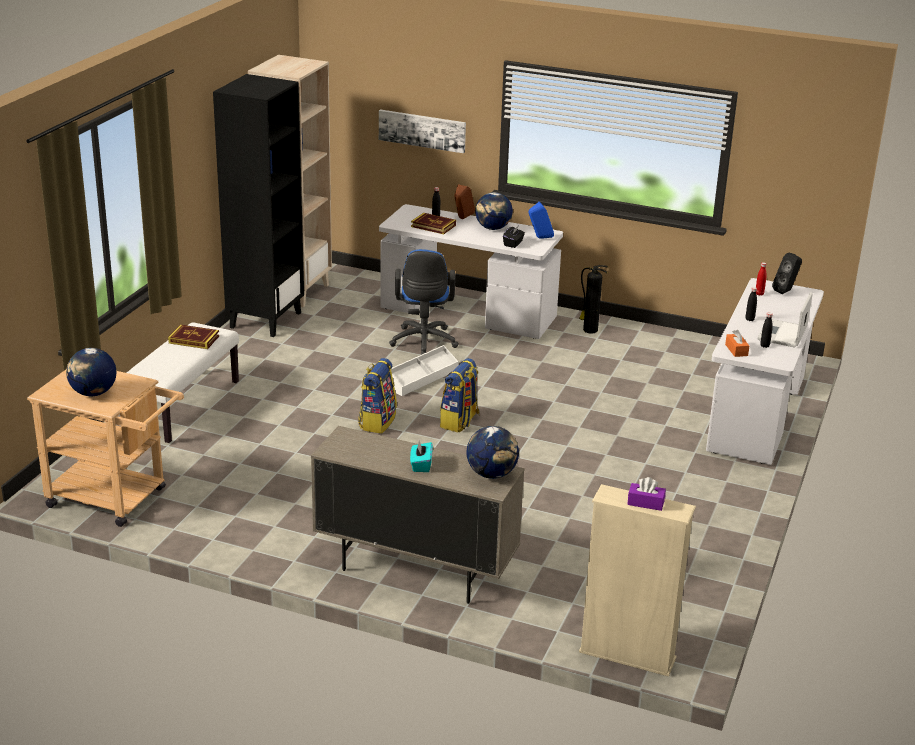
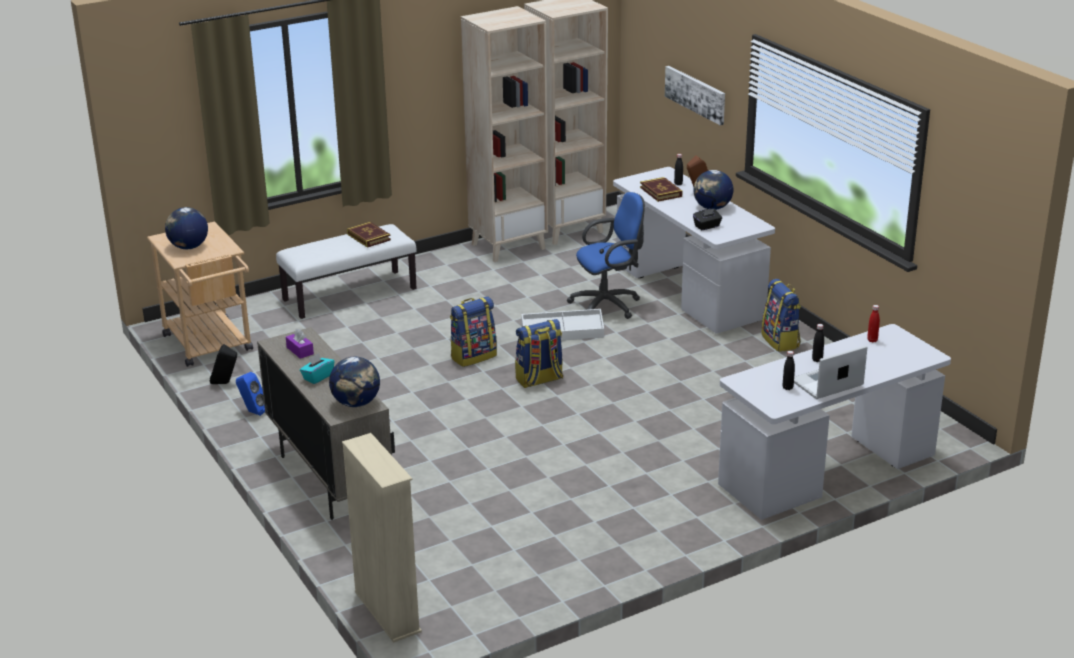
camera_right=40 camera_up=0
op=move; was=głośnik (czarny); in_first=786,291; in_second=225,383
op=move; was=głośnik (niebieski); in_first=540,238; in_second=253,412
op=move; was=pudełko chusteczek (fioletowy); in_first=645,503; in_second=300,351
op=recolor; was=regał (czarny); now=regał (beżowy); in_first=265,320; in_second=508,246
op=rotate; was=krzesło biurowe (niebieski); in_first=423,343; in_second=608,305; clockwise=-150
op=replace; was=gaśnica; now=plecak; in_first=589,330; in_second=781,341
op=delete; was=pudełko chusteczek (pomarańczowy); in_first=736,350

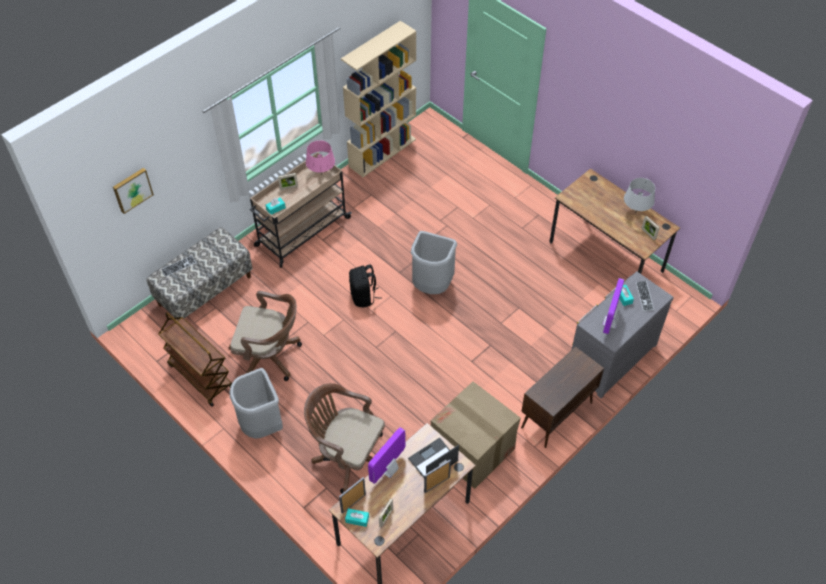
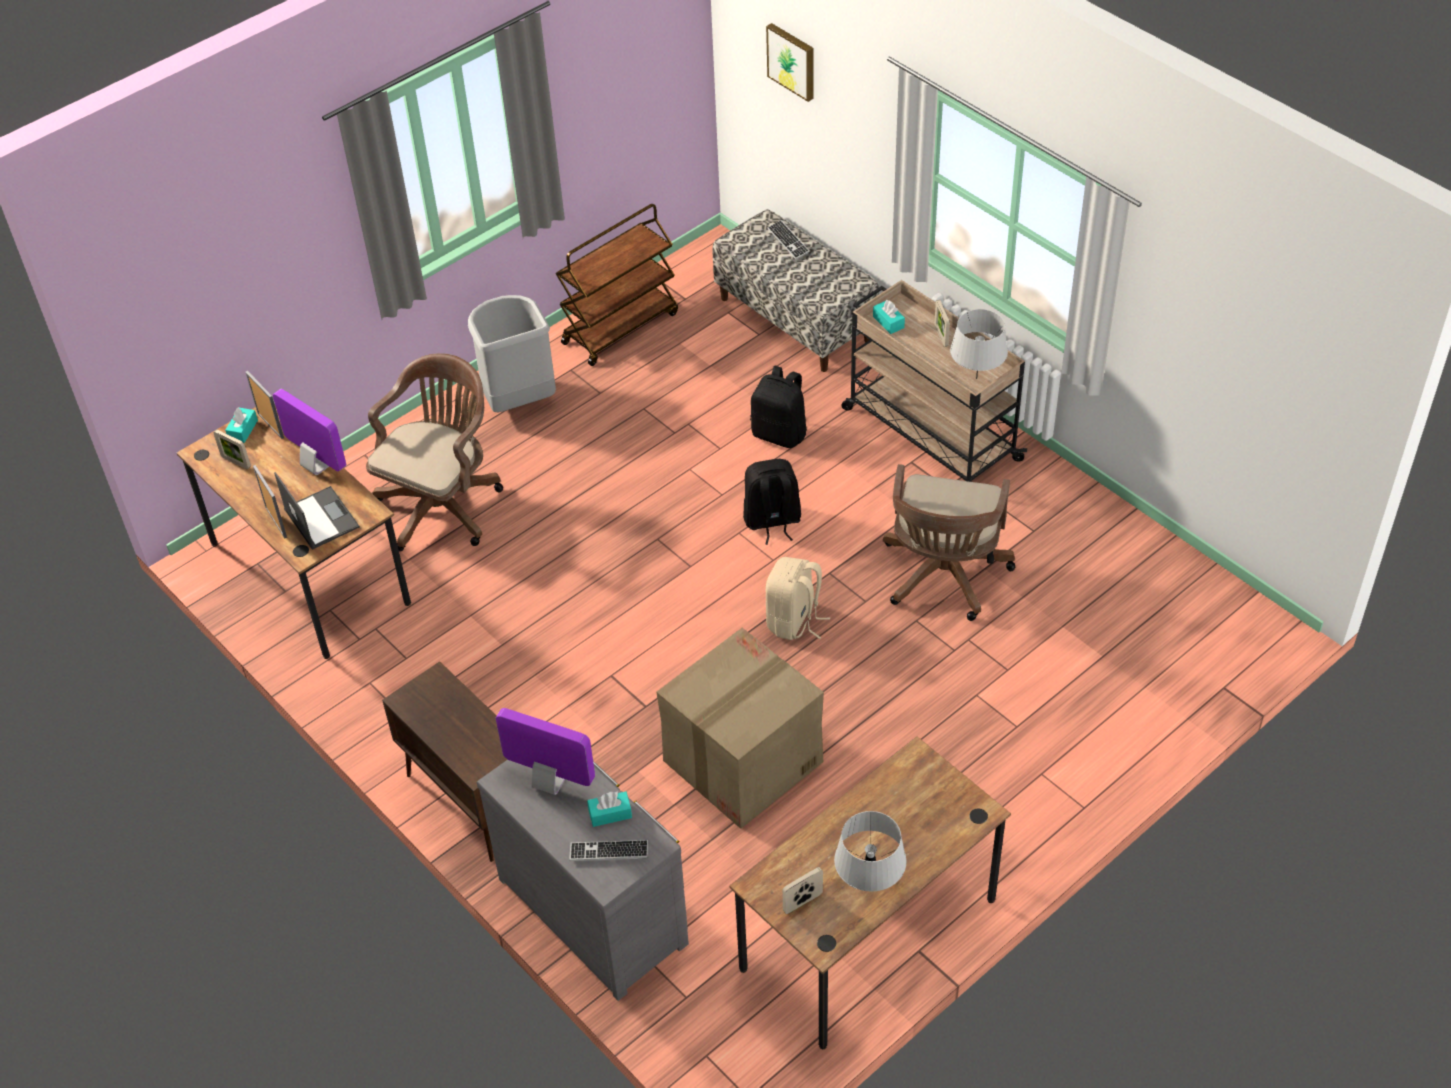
camera_right=95 camera_up=-5
op=move; was=karton; in_first=472,450; in_second=742,762
op=insert; now=plecak (czarny); in_second=780,433
op=replace; was=kosz na śmieci (szary); now=plecak (beżowy); in_first=431,286; in_second=794,621
op=move; was=krzesło biurowe (brązowy); in_first=270,357; in_second=943,577
op=recolor; was=lampa stołowa (różowy); now=lampa stołowa (szary); in_first=321,175; in_second=976,378
op=delete; was=regał (beżowy); in_first=382,152

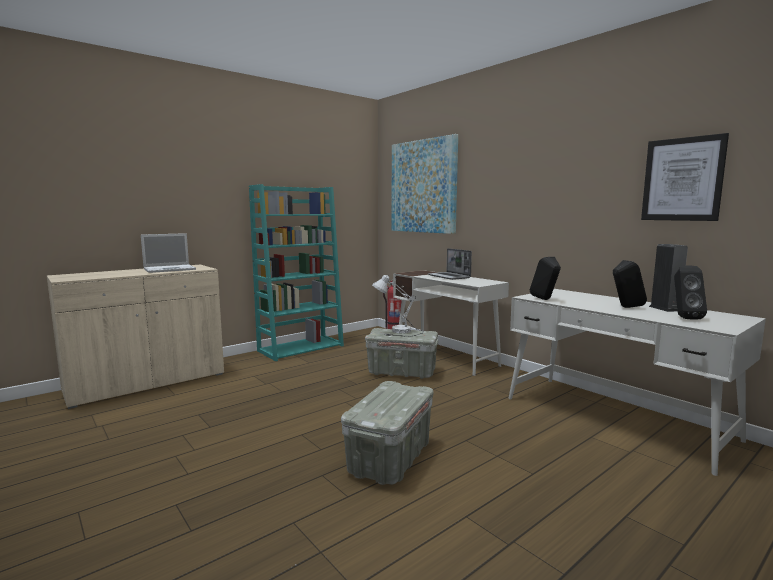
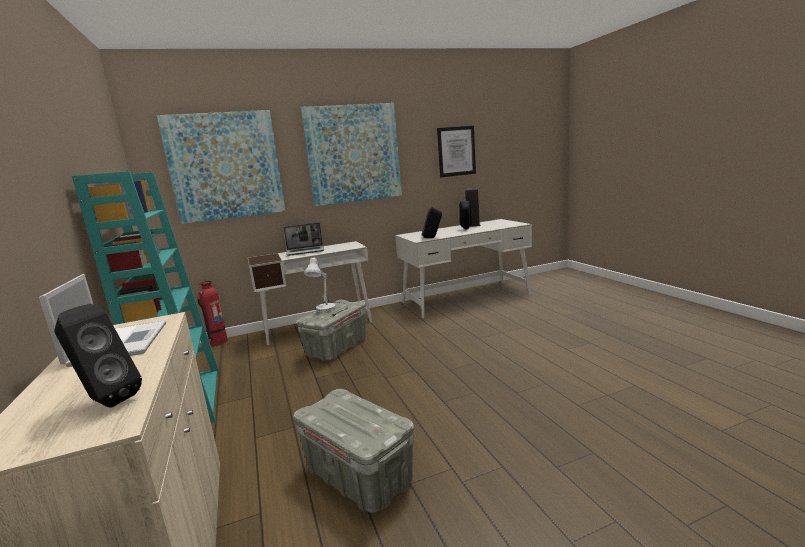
camera_right=-70 camera_up=5
op=move; was=głośnik (czarny); in_first=684,318; in_second=105,401
op=move; was=pojemnik do przechowywania (szary); in_first=390,458; in_second=357,476
op=insert; now=obraz; in_second=353,154

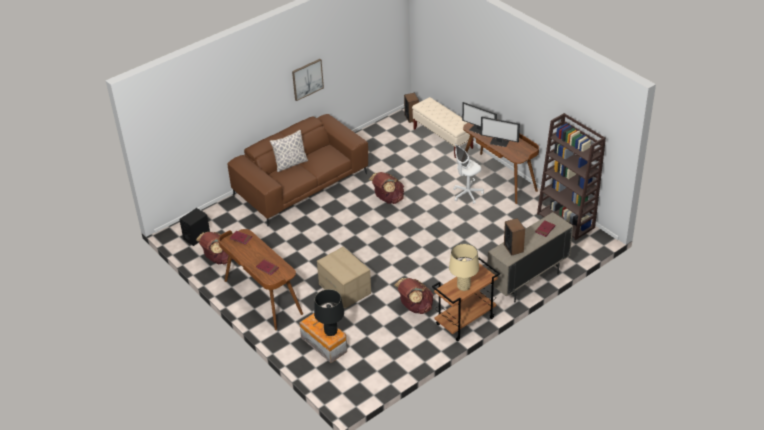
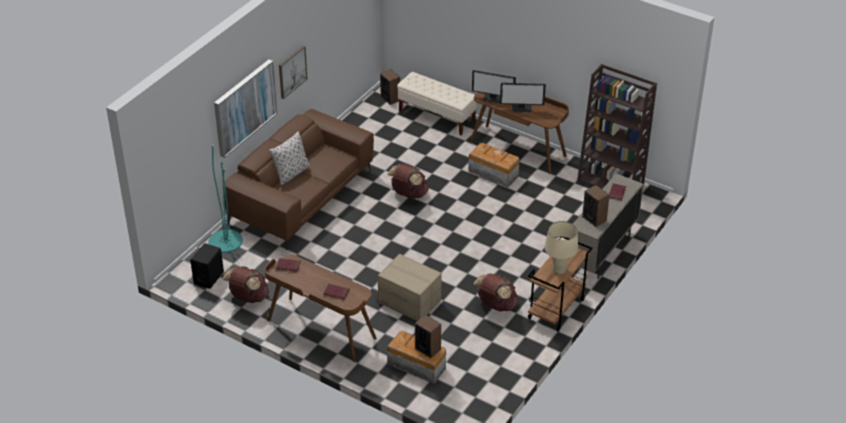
camera_right=-20 camera_up=0
op=insert; now=lampa stojąca (turkusowy); in_second=225,241
op=insert; now=obraz; in_second=244,107
op=replace; was=lampa stołowa (czarny); now=głośnik; in_first=331,331; in_second=428,349
op=replace; was=krzesło biurowe (biały); now=pojemnik do przechowywania; in_first=467,194; in_second=493,173

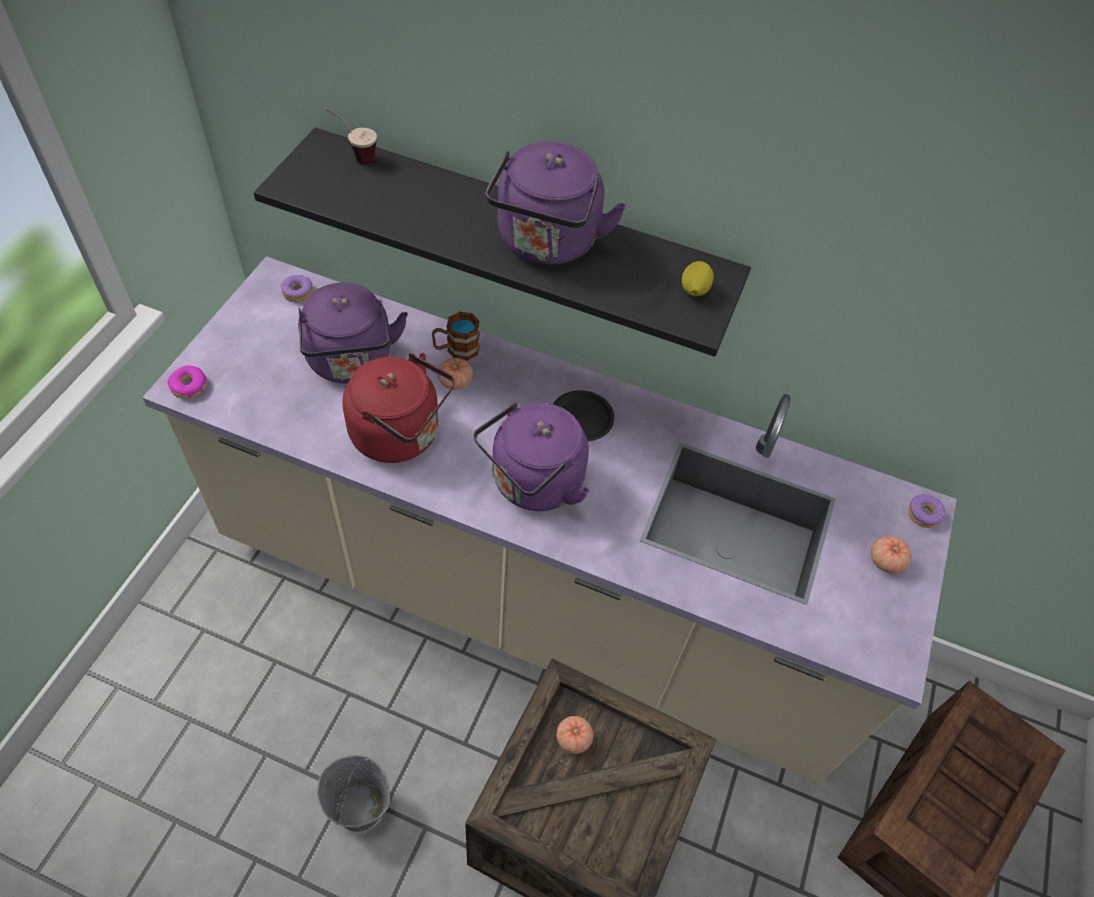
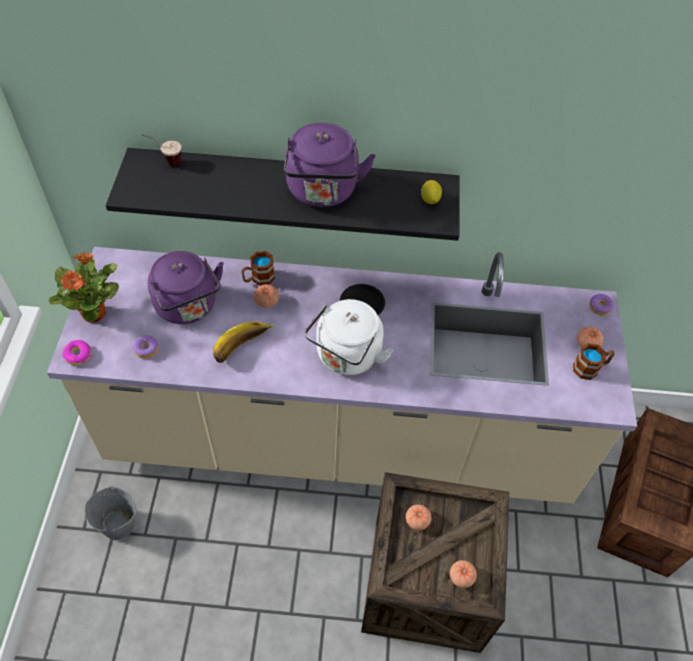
camera_right=-15 camera_up=0
op=insert; now=roślina doniczkowa; in_second=94,313
op=move; was=wiadro (szary); in_first=360,807; in_second=119,524
op=move; was=donut; in_first=297,292; in_second=146,349
op=replace; was=czajnik (czerwony); now=banan; in_first=401,435; in_second=244,348
op=recolor; was=czajnik (fioletowy); now=czajnik (biały); in_first=533,484; in_second=347,357
op=insert; now=pomidor; in_second=461,577
op=insert; now=kubek; in_second=590,368

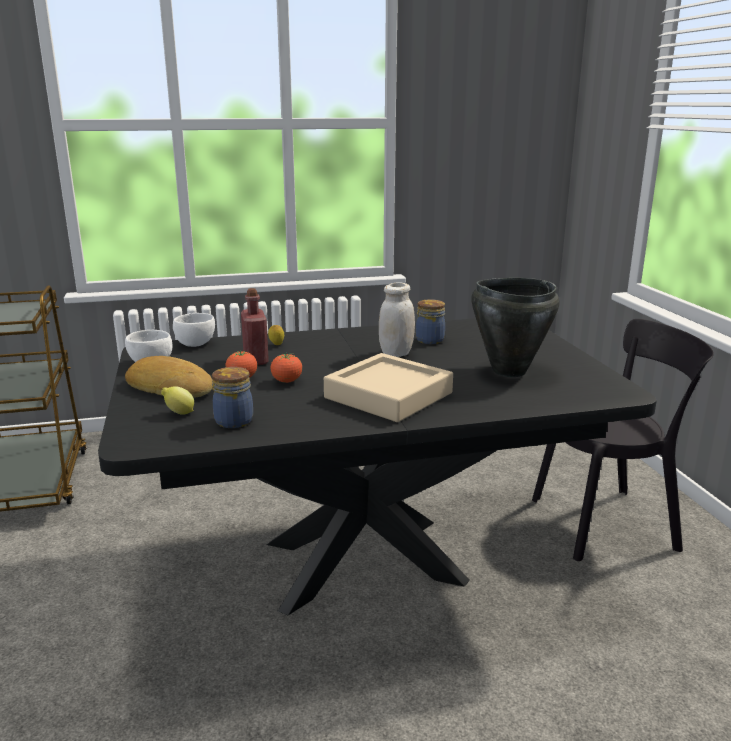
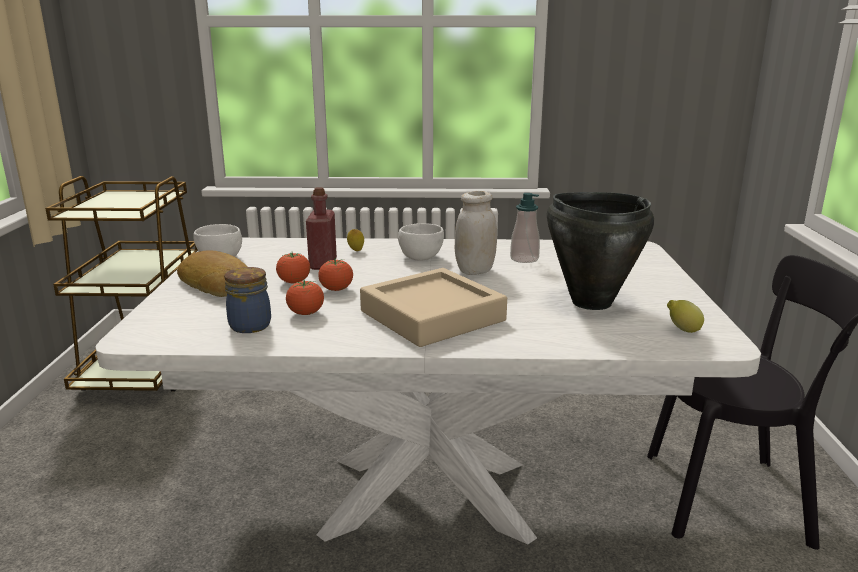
camera_right=15 camera_up=0
op=recolor; was=stół jadalny (czarny); now=stół jadalny (biały); in_first=365,563; in_second=429,498
op=insert; now=pomidor; in_second=306,313
op=move; was=miska (biały); in_first=195,343; in_second=421,257
op=replace; was=słoik; now=dozownik mydła; in_first=430,340; in_second=524,259
op=move; was=cytryna; in_first=179,413; in_second=682,330

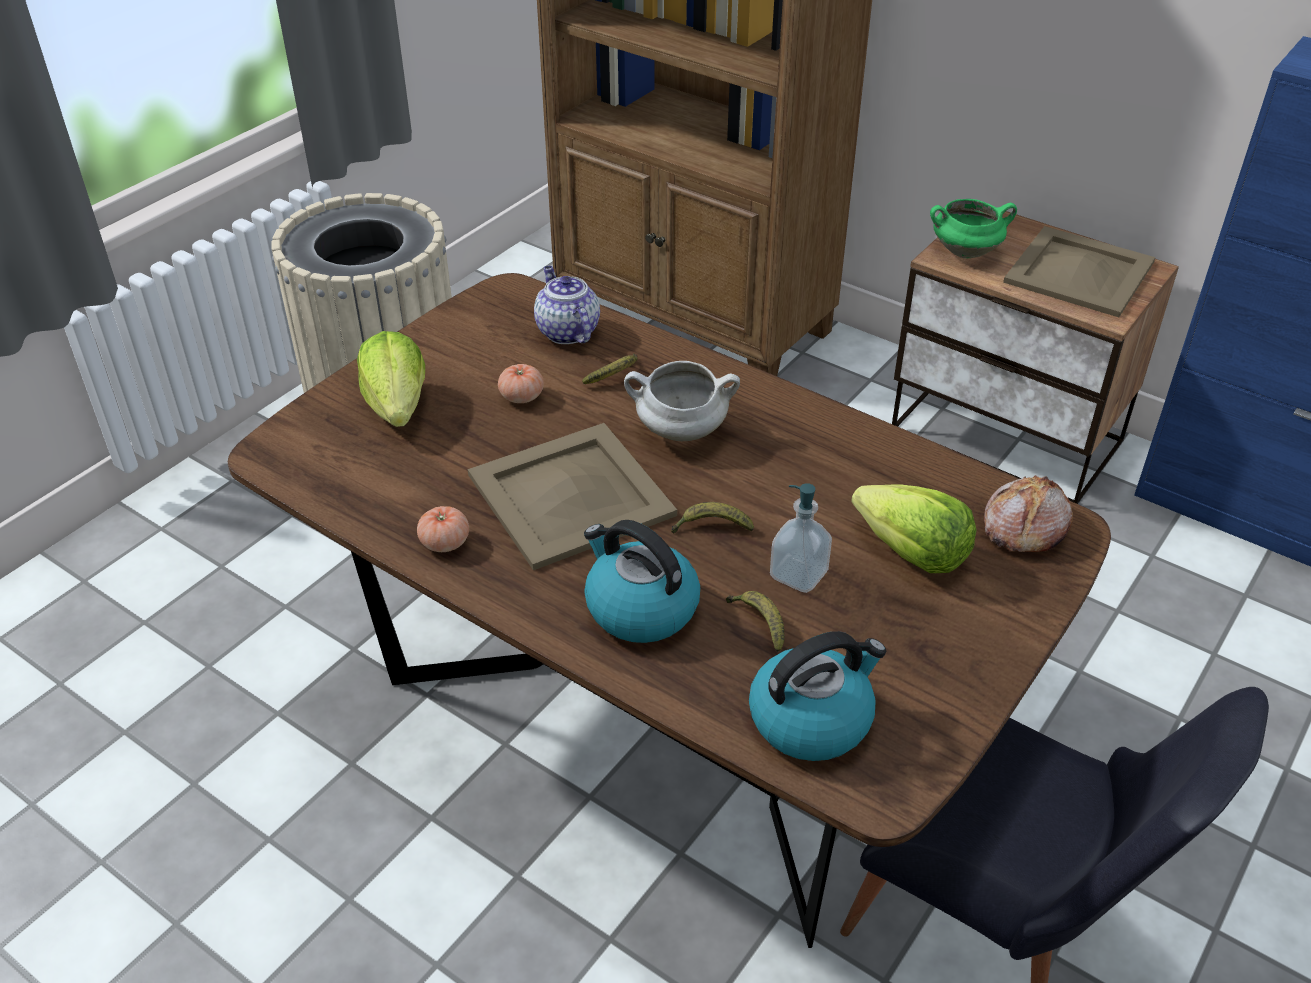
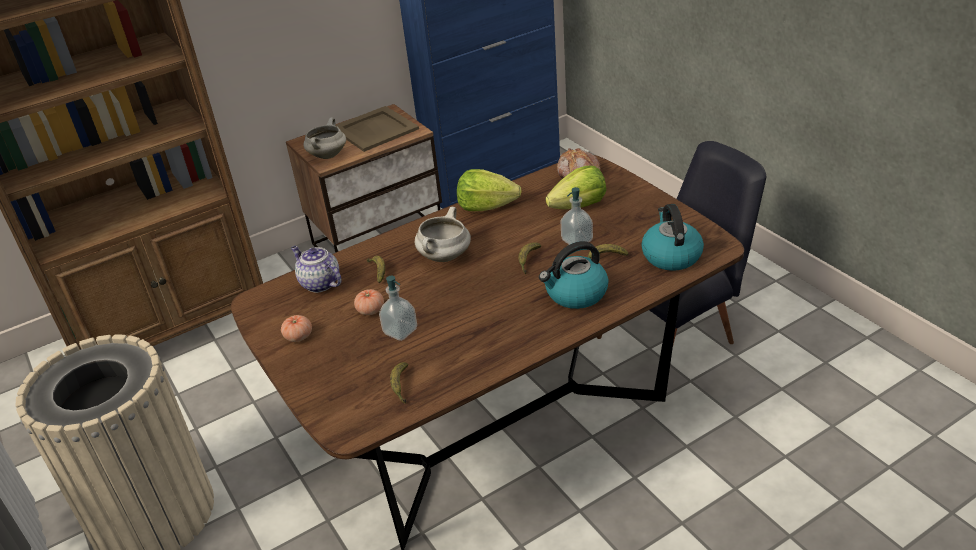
camera_right=-65 camera_up=-5
op=move; was=pomidor; in_first=445,542; in_second=298,336
op=rotate; was=imbryk; in_first=566,331; in_second=319,283; clockwise=45
op=recolor; was=garnek (zielony); now=garnek (biały); in_first=966,251; in_second=327,155
op=insert; now=dozownik mydła; in_second=400,331
op=insert; now=banan; in_second=400,386
op=move; was=sałata; in_first=397,406; in_second=486,206
op=delete; was=taca (beżowy); in_first=568,494

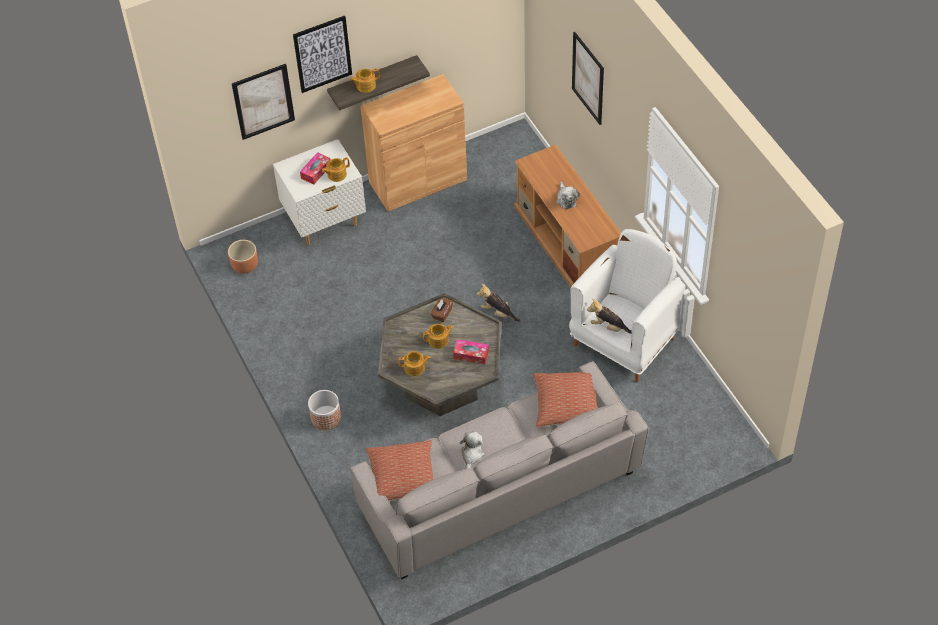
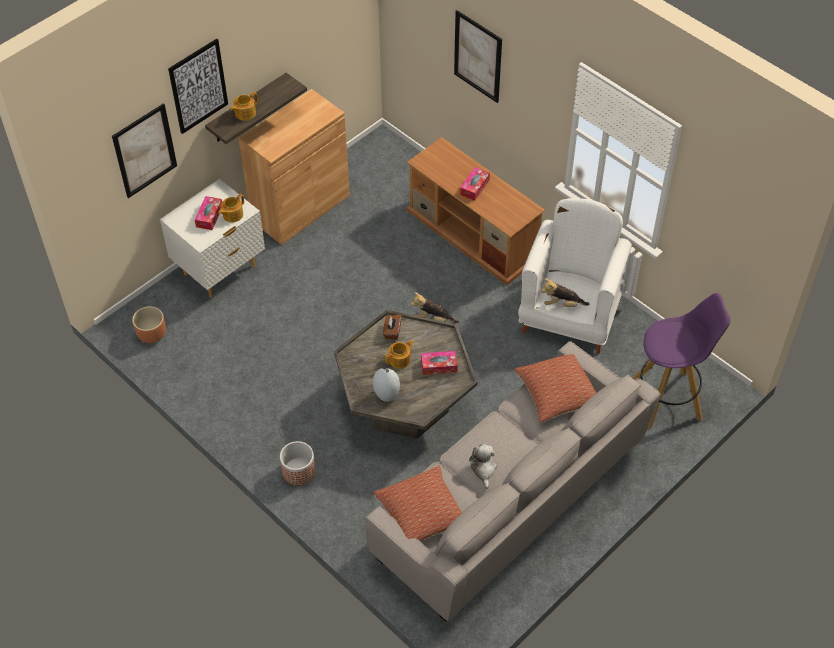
camera_right=-20 camera_up=0
op=replace; was=imbryk; now=wazon (szary); in_first=415,368; in_second=387,394
op=replace; was=pluszak; now=pudełko chusteczek; in_first=566,199; in_second=474,187
op=insert; now=stołek (fioletowy); in_second=667,399

